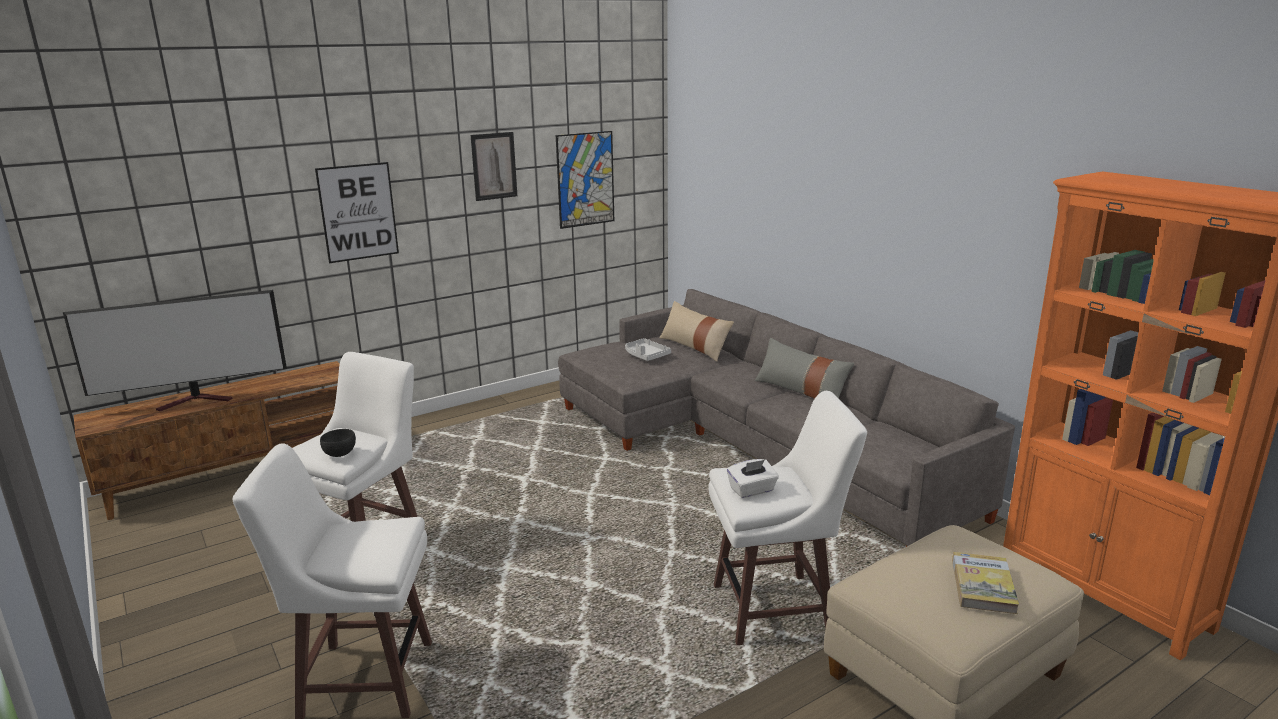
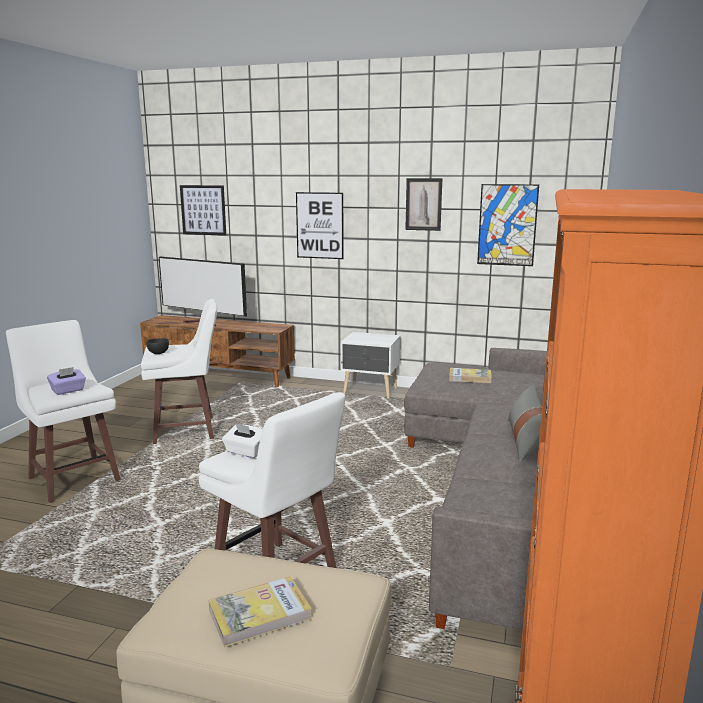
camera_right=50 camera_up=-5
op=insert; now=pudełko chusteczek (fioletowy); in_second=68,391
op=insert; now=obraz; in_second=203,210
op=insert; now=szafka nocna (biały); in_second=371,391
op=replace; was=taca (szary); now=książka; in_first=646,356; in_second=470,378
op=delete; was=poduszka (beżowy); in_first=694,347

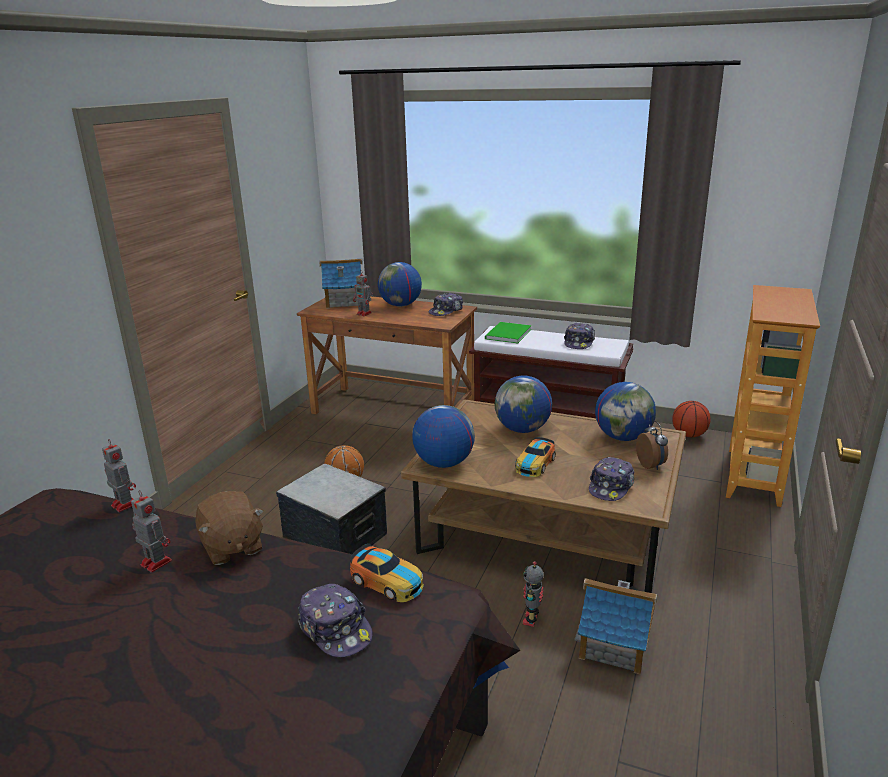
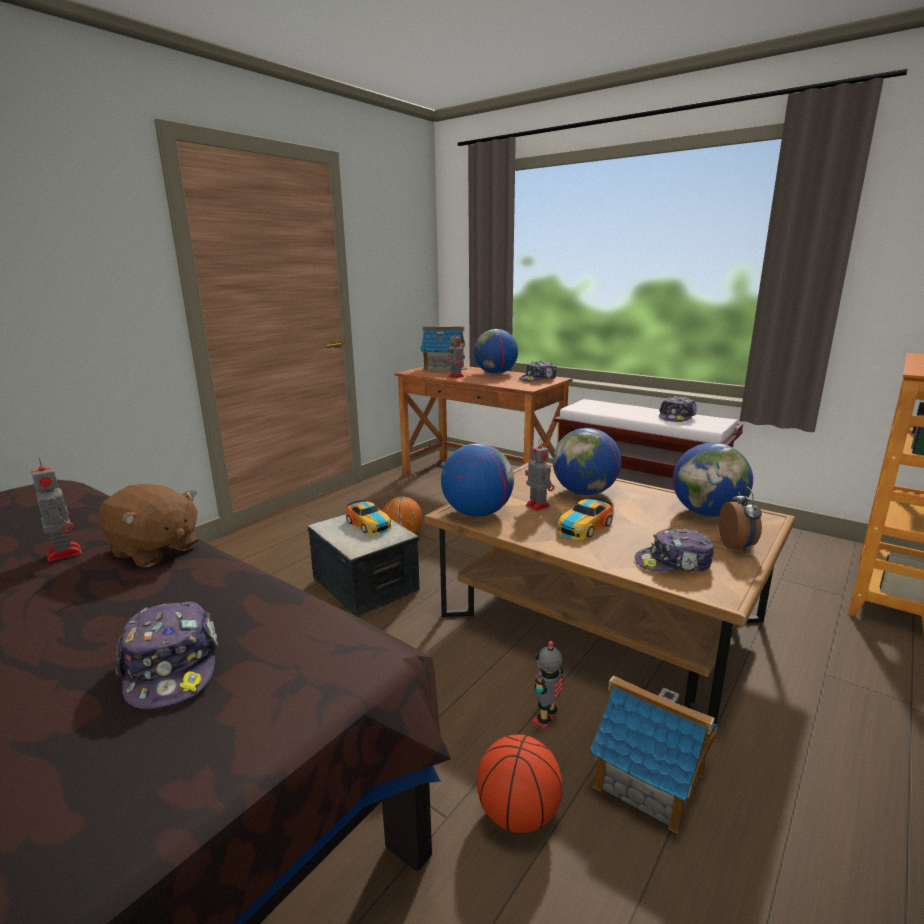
camera_right=15 camera_up=-5
op=rotate; was=pluszak (brązowy); in_first=232,547; in_second=155,550; clockwise=-45
op=move; was=samochodzik; in_first=388,581; in_second=369,524
op=move; was=piłka do koszykówki; in_first=689,435; in_second=518,814
op=move; was=robot zabawkowy; in_first=124,504; in_second=537,505
op=rotate; was=czapka z daszkiem; in_first=611,487; in_second=674,563; clockwise=45
op=delete; was=książka (zielony); in_first=506,334

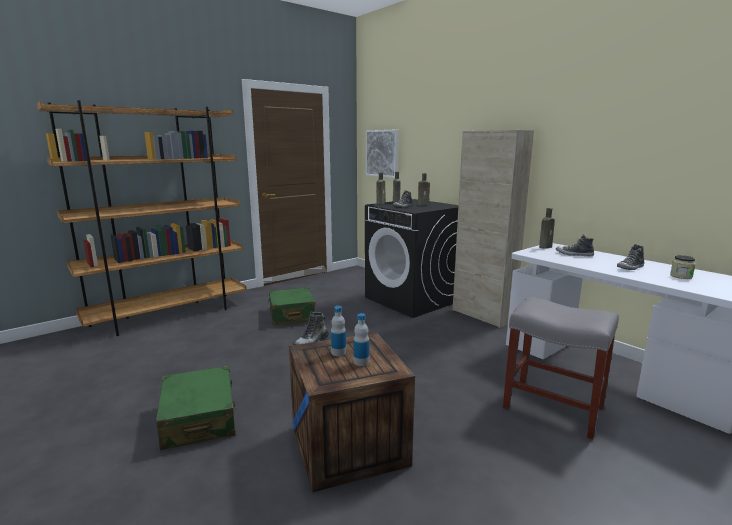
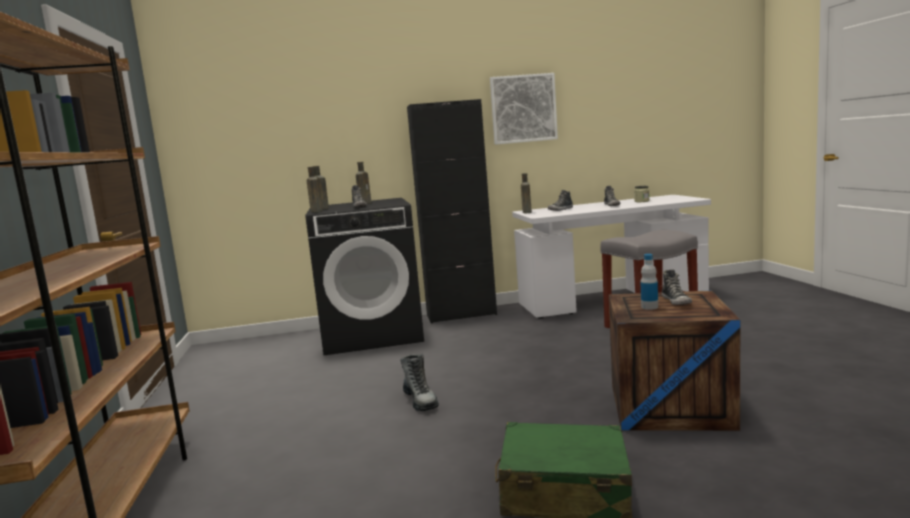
camera_right=-60 camera_up=-5
op=recolor; was=szafka (beżowy); now=szafka (czarny); in_first=482,315; in_second=461,315
op=move; was=obraz; in_first=382,153; in_second=523,109
op=replace; was=butelka; now=but; in_first=361,362; in_second=676,301
op=delete; was=walizka (zielony); in_first=292,315

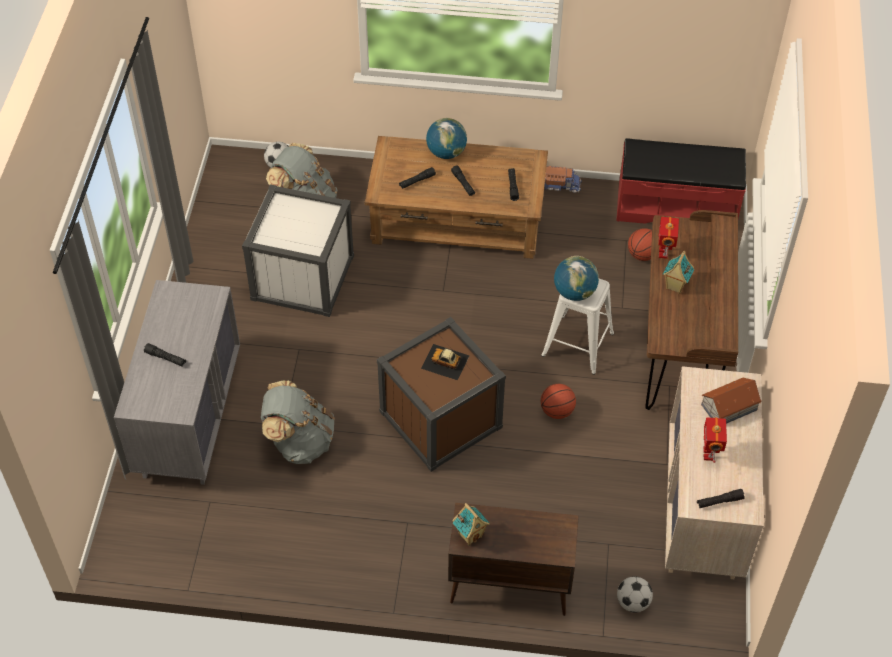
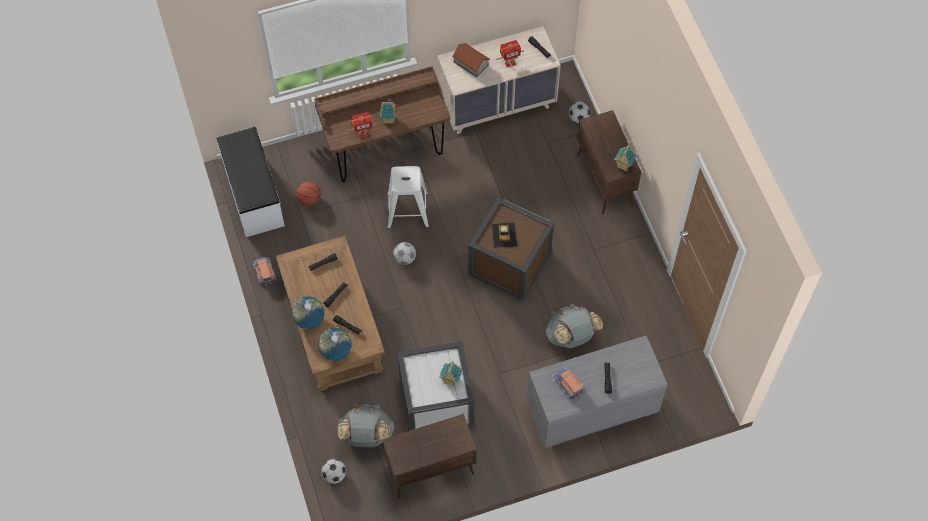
camera_right=-115 camera_up=10
op=recolor; was=ławka (czerwony); now=ławka (biały); in_first=676,206; in_second=253,194
op=move; was=globus; in_first=574,292; in_second=336,351
op=insert; now=szafka (brązowy); in_second=430,470
op=insert; now=piłka futbolowa; in_second=405,258
op=insert; now=domek; in_second=450,380
op=insert; now=ciężarówka zabawkowa; in_second=567,385
op=delete; was=piłka do koszykówki; in_first=557,411

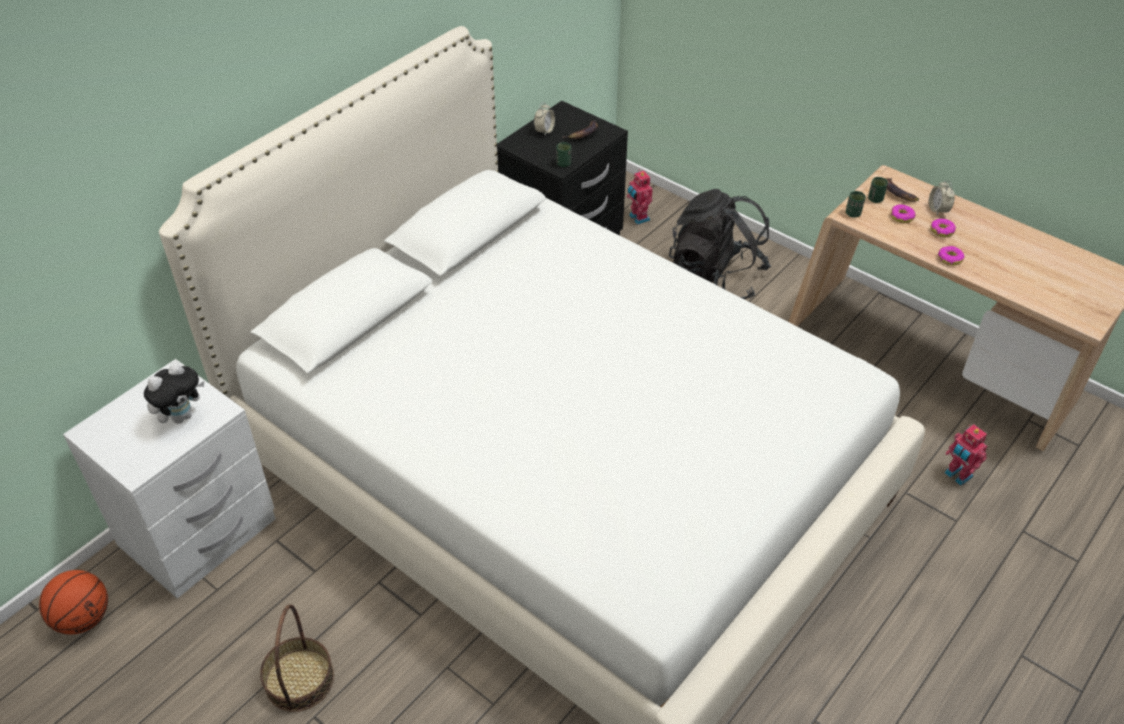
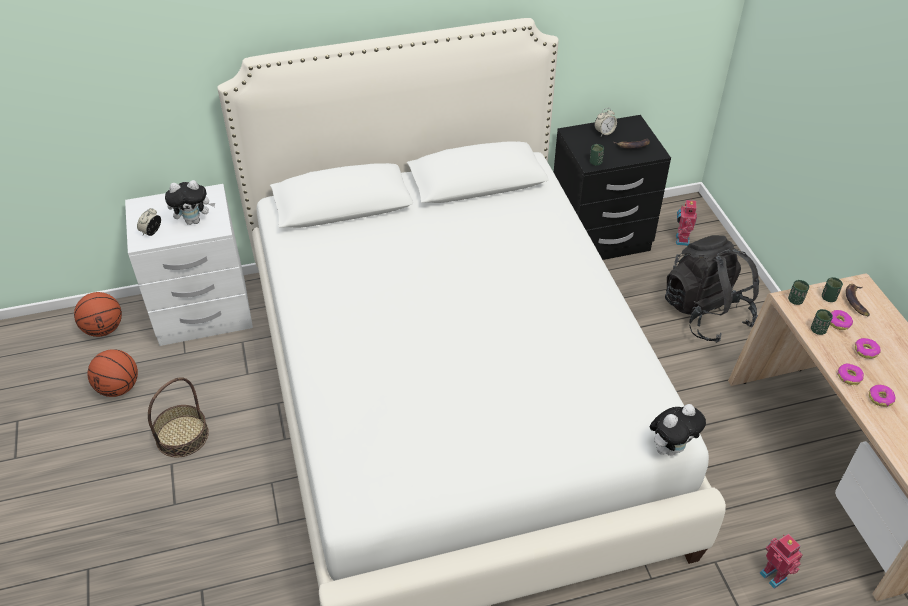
camera_right=35 camera_up=0
op=insert; now=piłka do koszykówki; in_second=119,387
op=move; was=budzik; in_first=938,210; in_second=151,232
op=insert; now=pluszak; in_second=671,448
op=rotate; was=robot zabawkowy; in_first=957,475; in_second=774,575; clockwise=150
op=insert; now=filiżanka (zielony); in_second=818,330
op=insert; now=donut; in_second=880,398

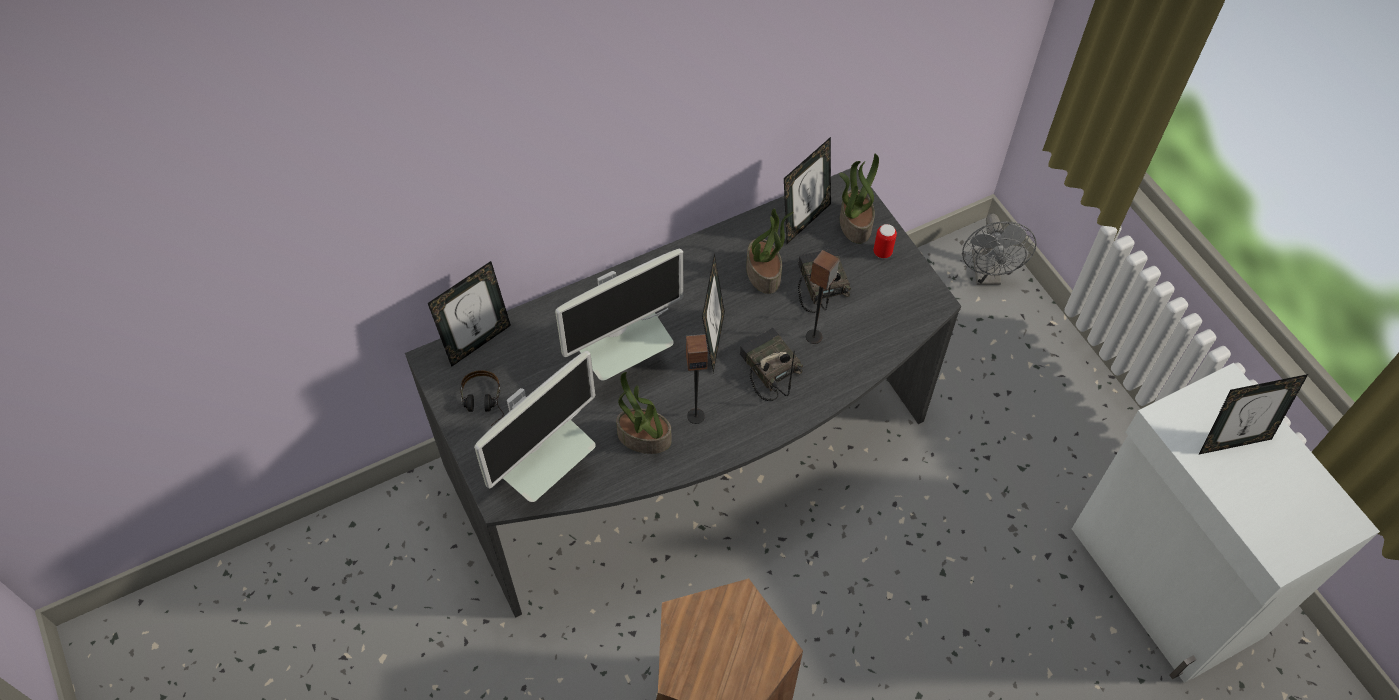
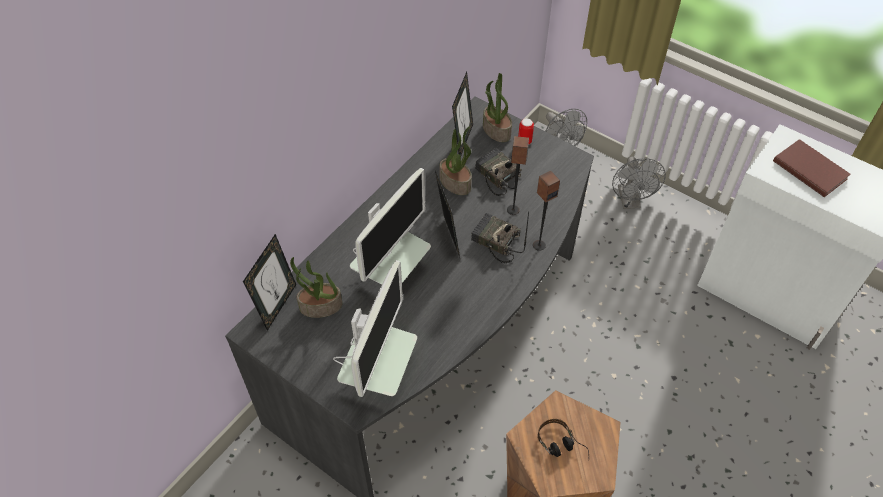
camera_right=-25 camera_up=-5
op=move; was=roślina doniczkowa; in_first=643,438; in_second=320,307
op=move; was=głośnik; in_first=695,415; in_second=539,245
op=move; was=słuchawki; in_first=483,406; in_second=562,447
op=insert; now=wentylator (szary); in_second=630,202
op=replace; was=ramka na zdjęcie; now=książka (brązowy); in_first=1232,441; in_second=810,169

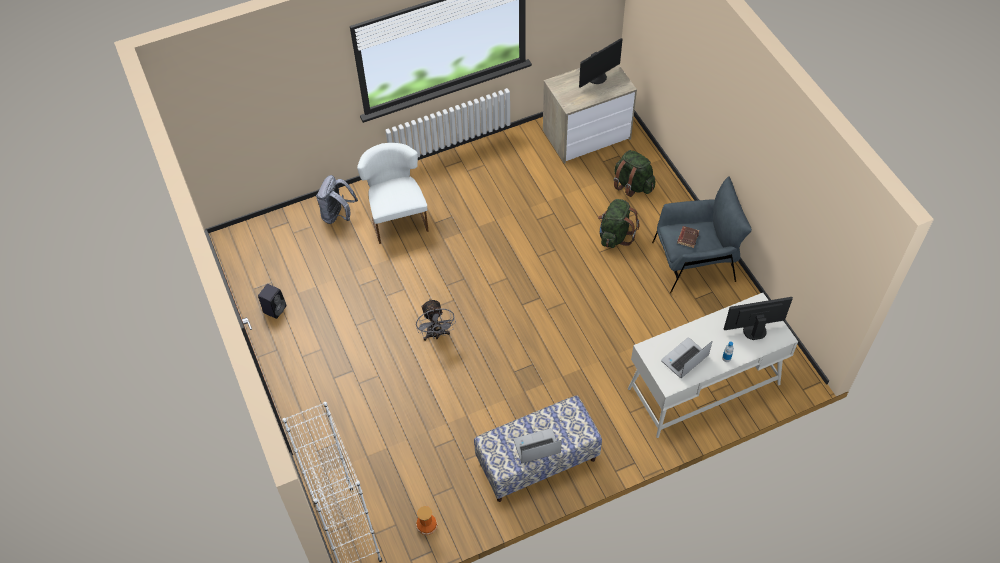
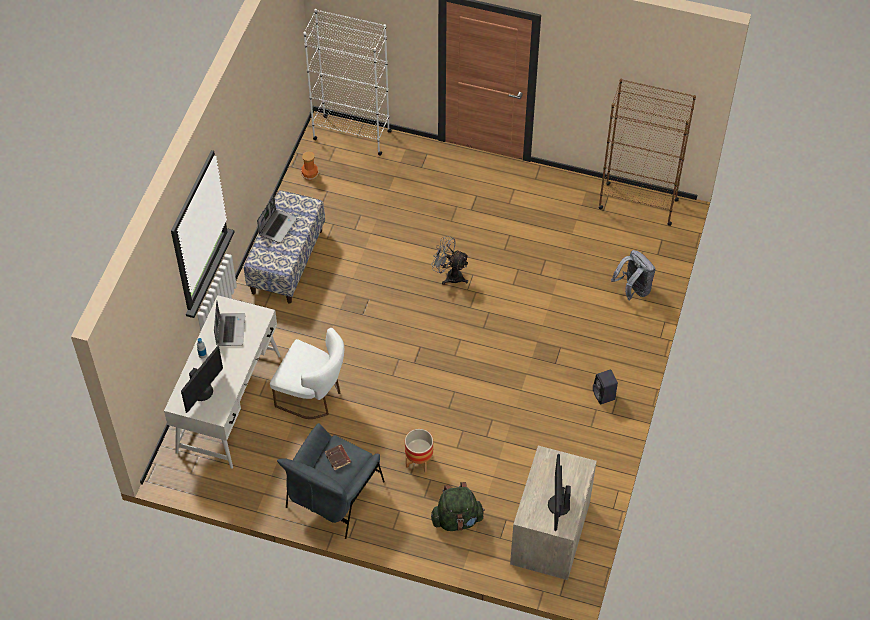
camera_right=130 camera_up=0
op=move; was=krzesło (biały); in_first=397,217; in_second=313,396
op=replace; was=plecak (zielony); now=donica; in_first=615,235; in_second=419,461
op=move; was=głośnik (czarny); in_first=275,308; in_second=604,395
op=insert; now=regał (brązowy); in_second=637,204

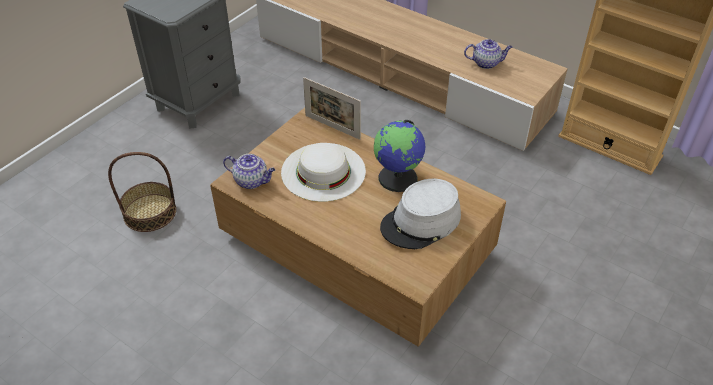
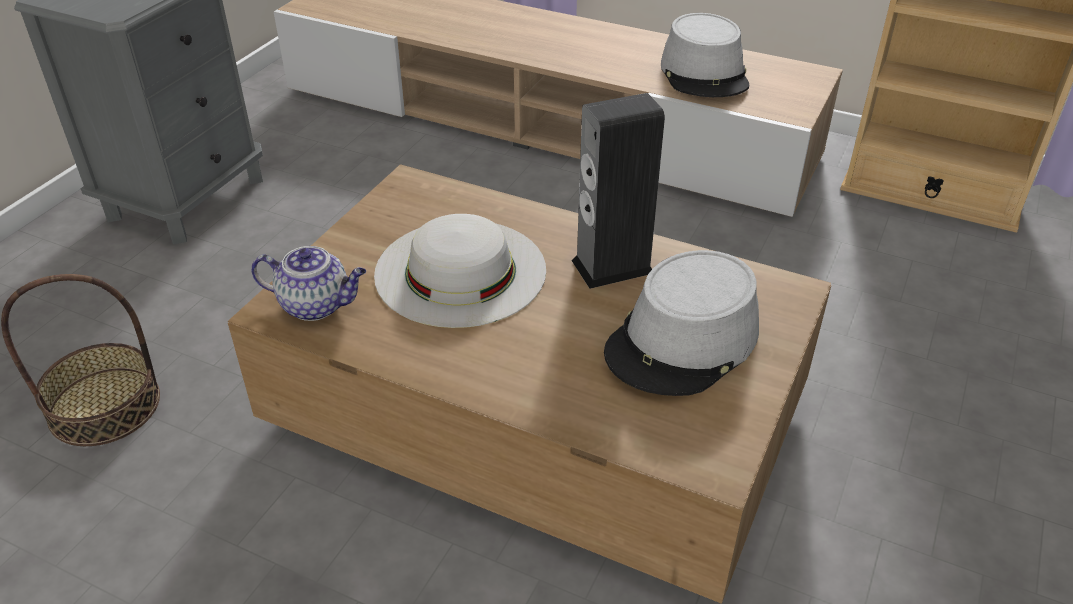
camera_right=-10 camera_up=-5
op=replace; was=globus; now=głośnik; in_first=398,178; in_second=613,266
op=replace; was=imbryk; now=kapelusz (szary); in_first=486,63; in_second=705,73
op=delete; was=ramka na zdjęcie; in_first=332,127

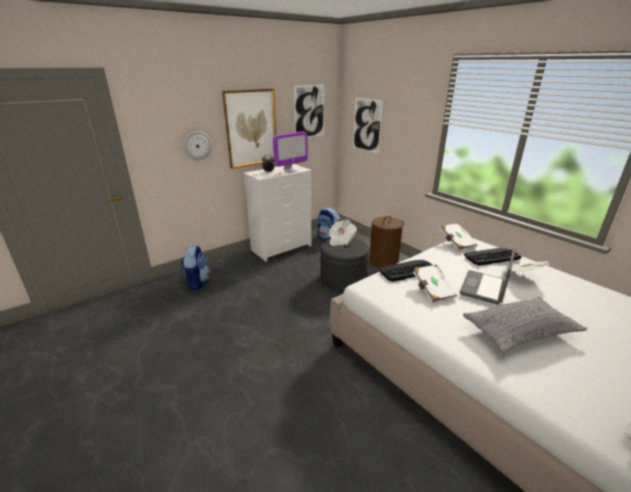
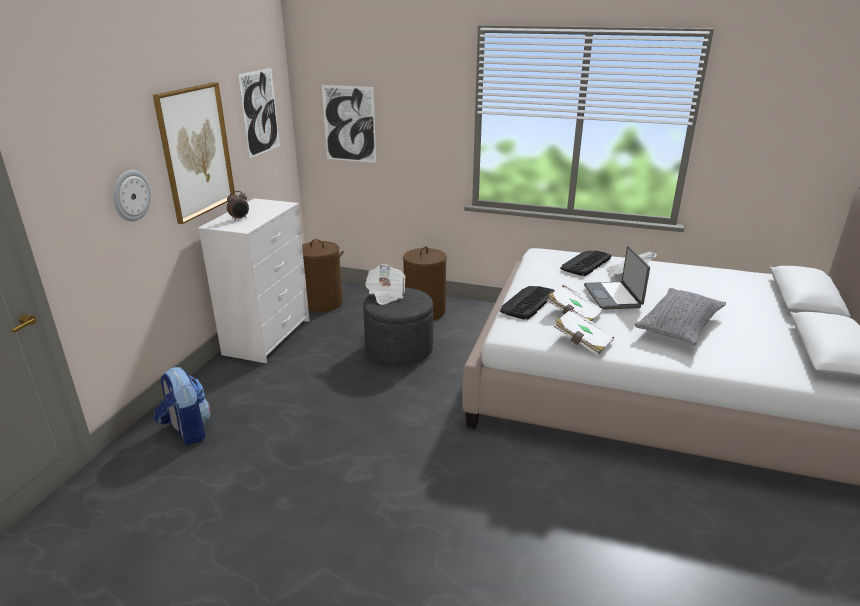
camera_right=-35 camera_up=0
op=replace; was=plecak; now=kosz na pranie (brązowy); in_first=328,238; in_second=323,303
op=move; was=książka (biały); in_first=456,242; in_second=582,342
op=delete; was=monitor; in_first=291,171

